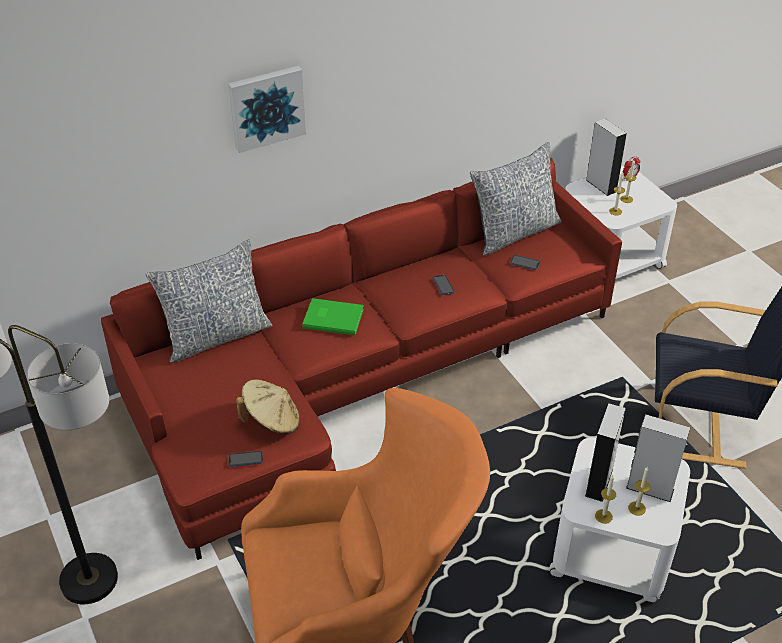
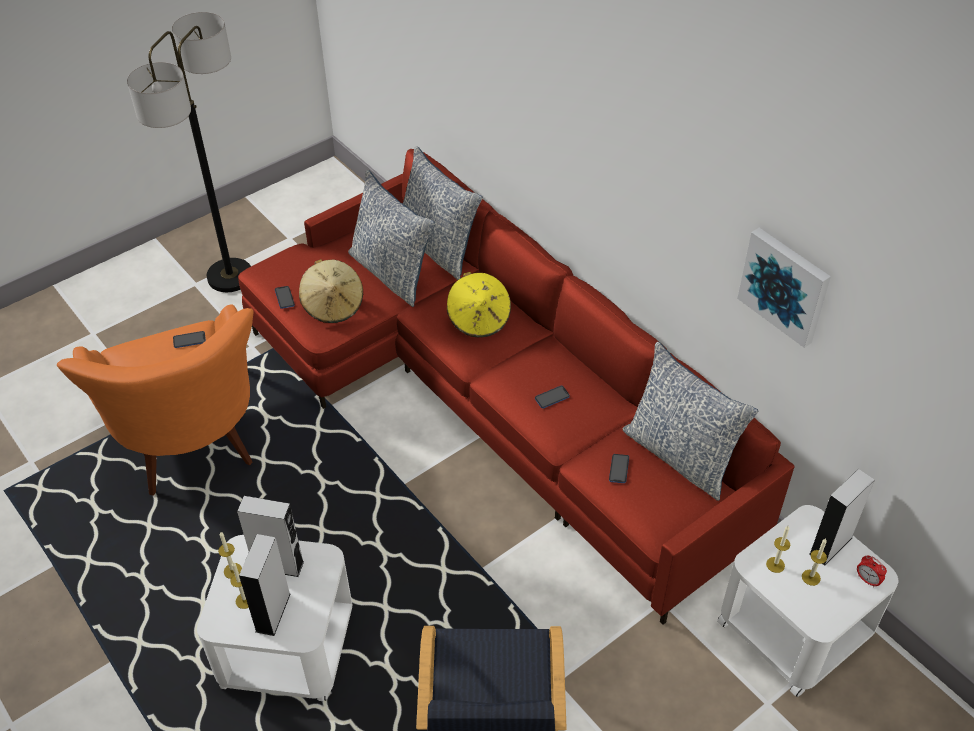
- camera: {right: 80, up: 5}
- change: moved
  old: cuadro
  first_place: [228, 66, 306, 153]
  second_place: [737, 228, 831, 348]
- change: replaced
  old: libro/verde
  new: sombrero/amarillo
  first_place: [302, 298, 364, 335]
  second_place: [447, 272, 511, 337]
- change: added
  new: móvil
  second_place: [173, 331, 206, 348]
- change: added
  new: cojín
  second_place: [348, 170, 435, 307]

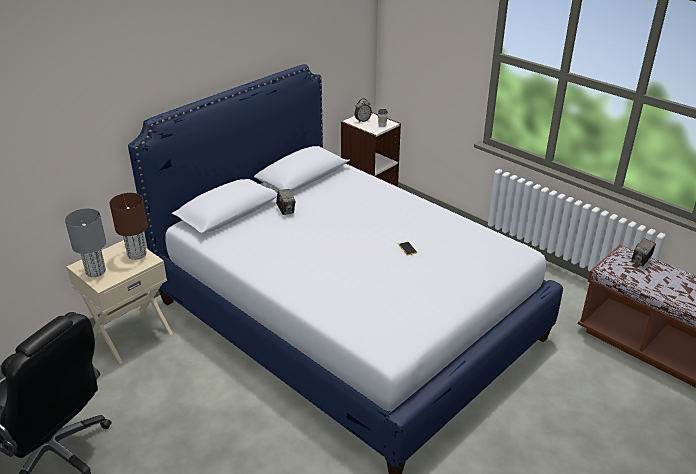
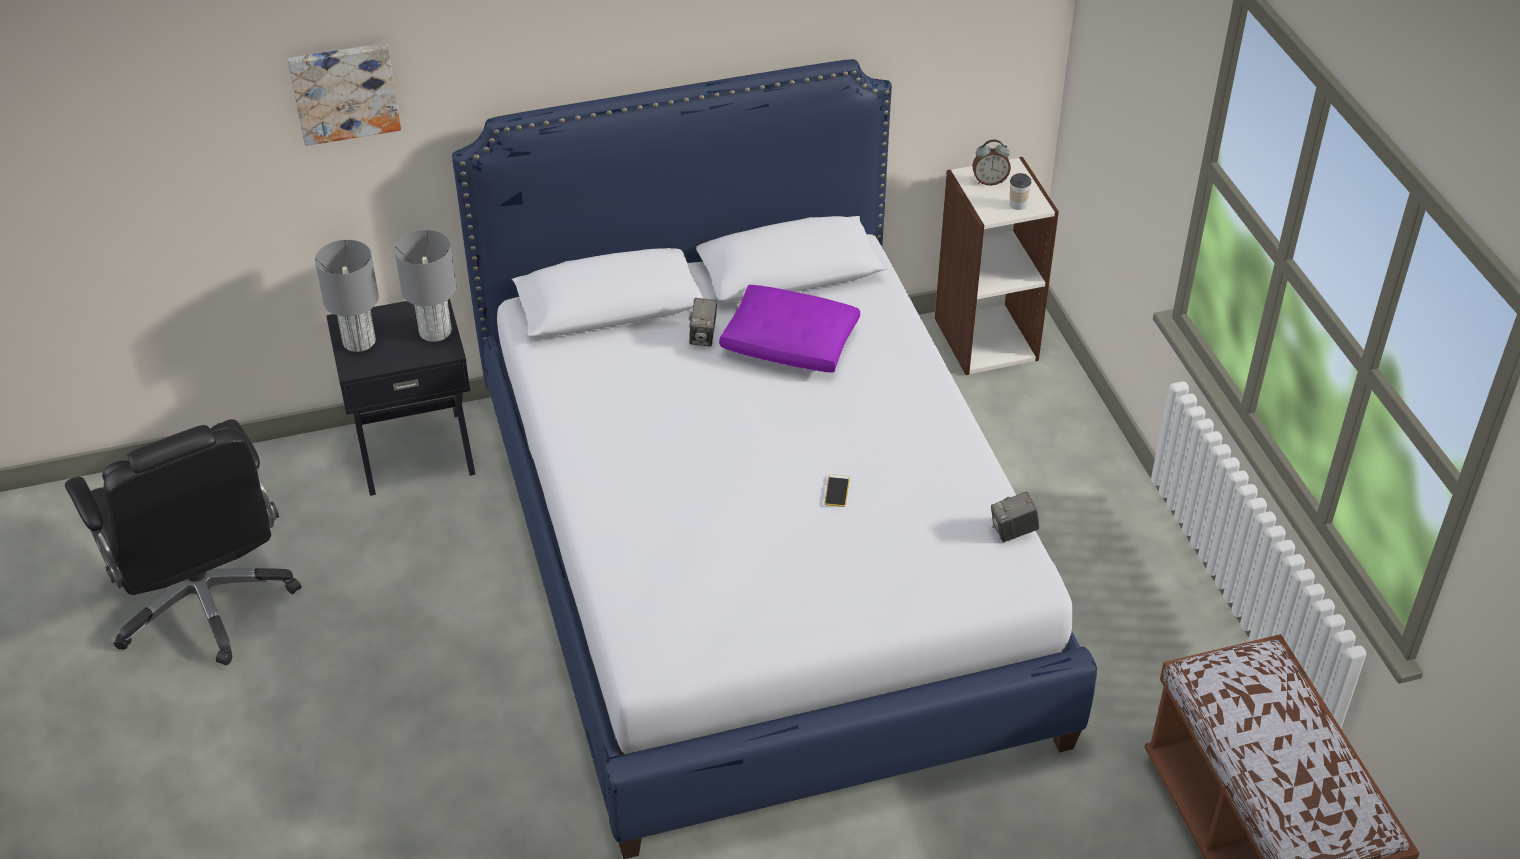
- camera: {right: 30, up: 10}
- change: recoloured
  old: mesita de noche/beis
  new: mesita de noche/negro
  first_place: [66, 240, 173, 364]
  second_place: [326, 299, 476, 496]
- change: recoloured
  old: lámpara de mesa/marrón
  new: lámpara de mesa/gris
  first_place: [109, 193, 148, 260]
  second_place: [394, 230, 456, 342]
- change: moved
  old: cámara
  first_place: [631, 238, 656, 267]
  second_place: [991, 491, 1039, 542]
- change: added
  new: cuadro
  second_place: [288, 43, 401, 146]
- change: added
  new: cojín/morado
  second_place: [719, 285, 860, 372]

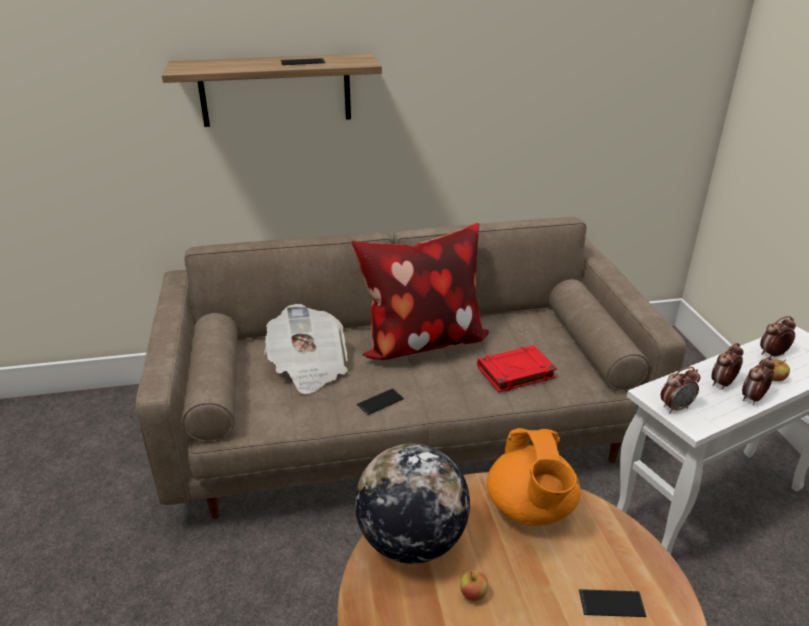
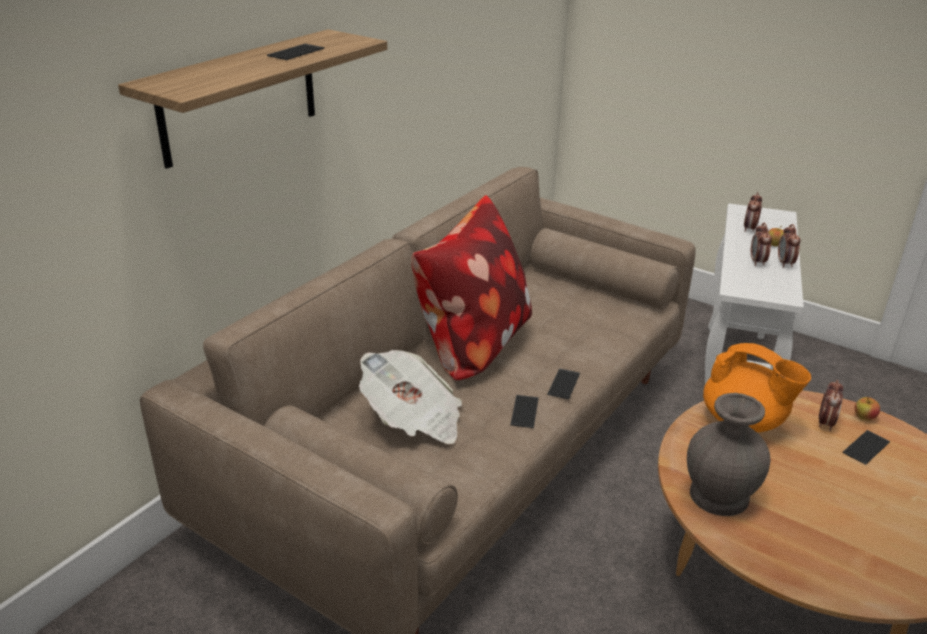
- camera: {right: -45, up: 0}
- change: replaced
  old: globo terráqueo
  new: florero/gris
  first_place: [355, 443, 470, 564]
  second_place: [687, 393, 771, 516]
- change: moved
  old: manzana
  first_place: [460, 571, 488, 601]
  second_place: [855, 397, 880, 421]
- change: removed
  old: libro/rojo
  first_place: [477, 345, 557, 392]
- change: moved
  old: despertador
  first_place: [660, 367, 700, 413]
  second_place: [819, 380, 843, 431]
- change: added
  new: móvil
  second_place: [547, 368, 580, 400]

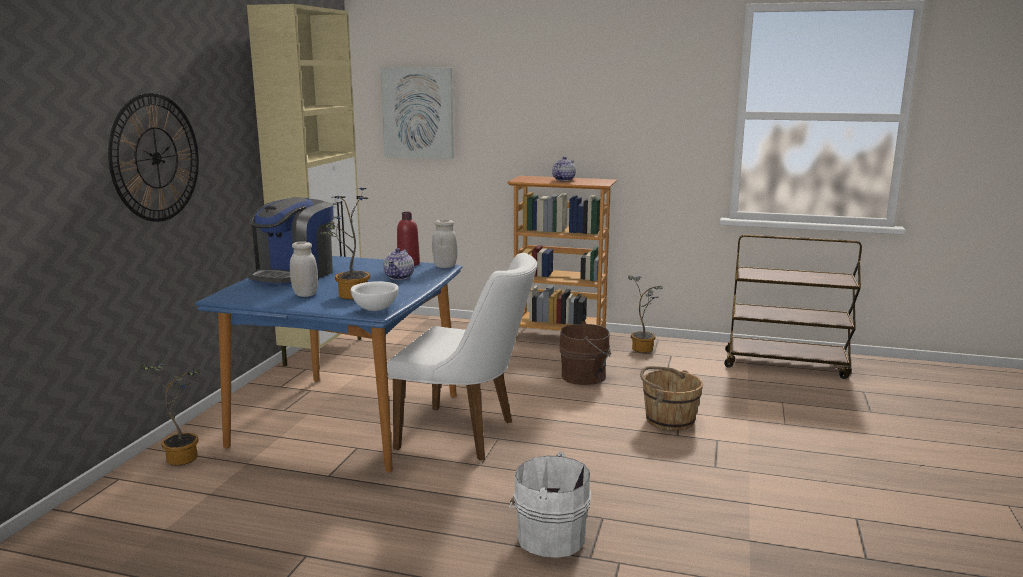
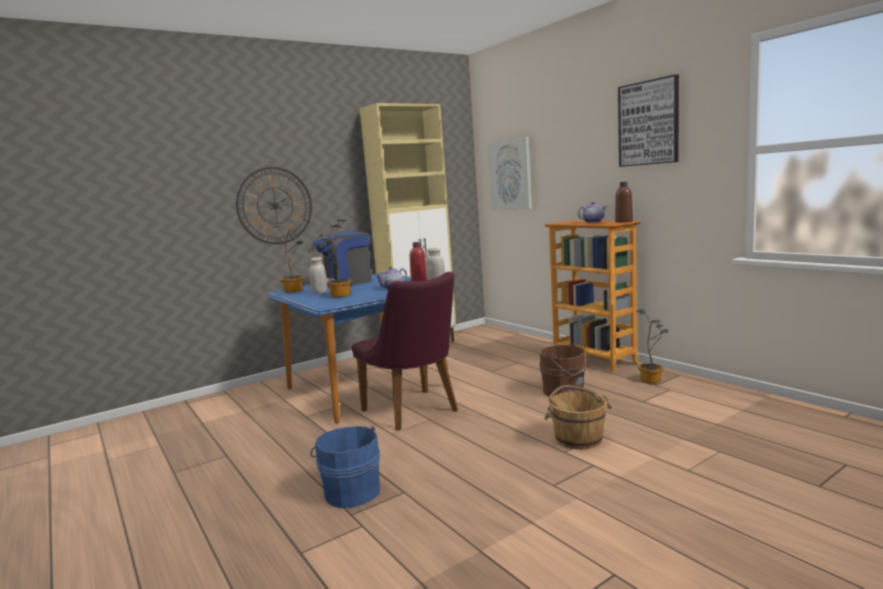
- camera: {right: 40, up: -5}
- change: moved
  old: planta en maceta
  first_place: [141, 363, 201, 465]
  second_place: [272, 222, 303, 293]
- change: removed
  old: cuenco/blanco
  first_place: [351, 281, 399, 311]
- change: recoloured
  old: silla/blanco
  new: silla/morado
  first_place: [387, 253, 537, 460]
  second_place: [351, 272, 458, 430]
- change: recoloured
  old: cubo/blanco
  new: cubo/azul
  first_place: [509, 452, 591, 558]
  second_place: [310, 426, 380, 508]
- change: removed
  old: carrito/marrón
  first_place: [724, 235, 862, 379]
- change: added
  new: botella/marrón
  second_place: [615, 182, 633, 223]
- change: added
  new: cuadro
  second_place: [618, 74, 679, 167]

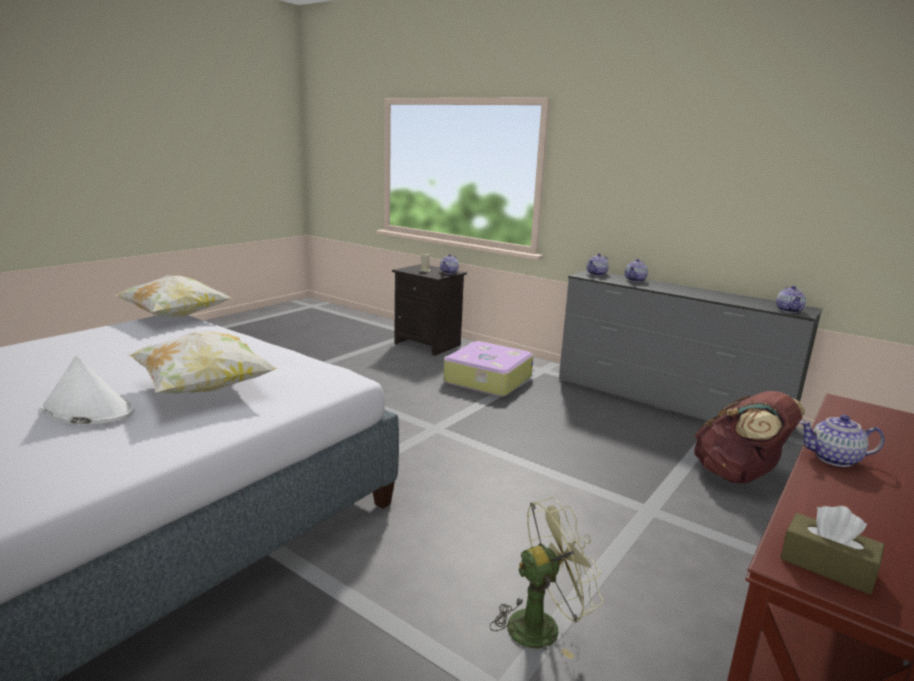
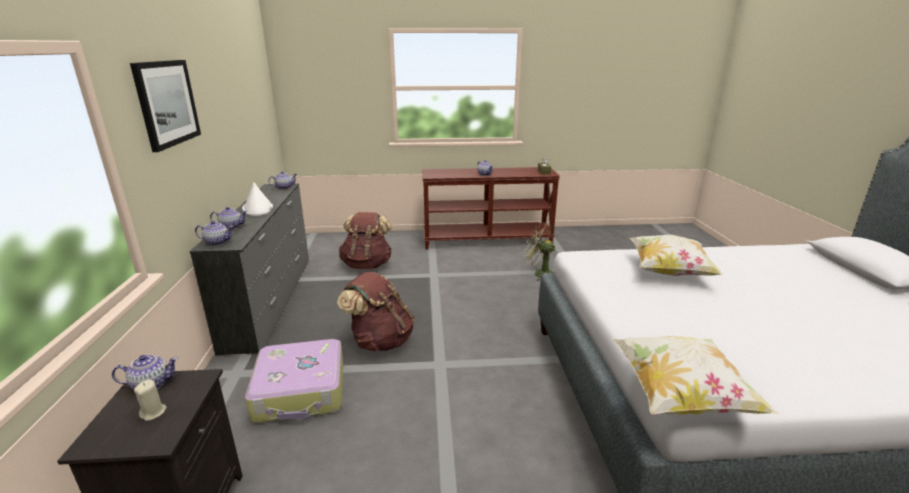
- camera: {right: -130, up: 5}
- change: moved
  old: sombrero/blanco
  first_place: [40, 356, 135, 425]
  second_place: [242, 183, 273, 216]
- change: added
  new: cuadro
  second_place: [130, 60, 201, 152]
- change: added
  new: mochila/marrón
  second_place: [337, 272, 415, 351]

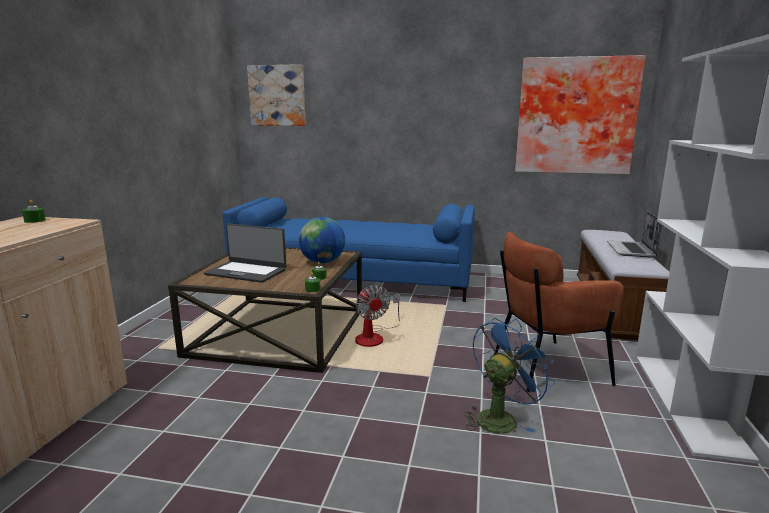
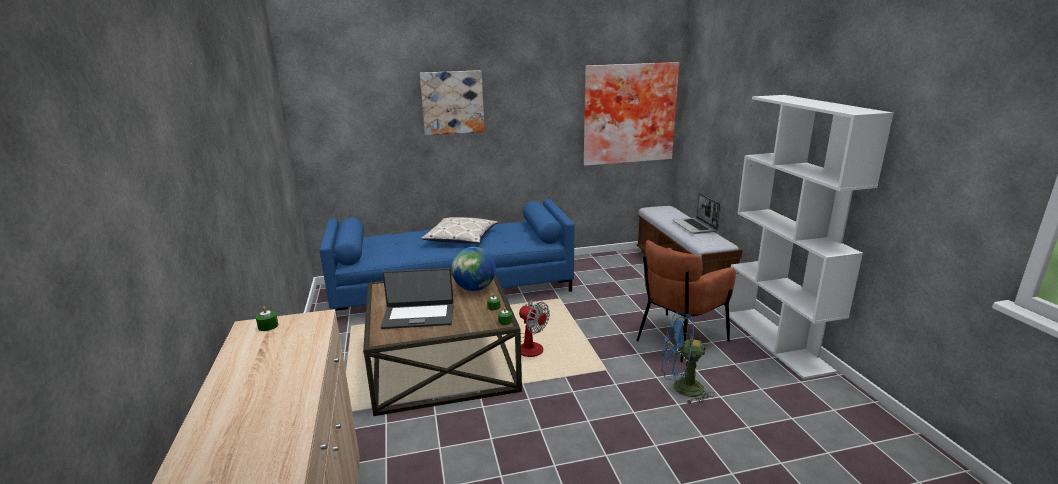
- camera: {right: -25, up: 5}
- change: moved
  old: cuadro
  first_place: [247, 64, 306, 126]
  second_place: [420, 70, 485, 135]
- change: turned
  old: ventilador/azul
  first_place: [464, 318, 555, 434]
  second_place: [662, 313, 715, 404]
  degrees: -105
- change: added
  new: cojín
  second_place: [421, 217, 498, 244]

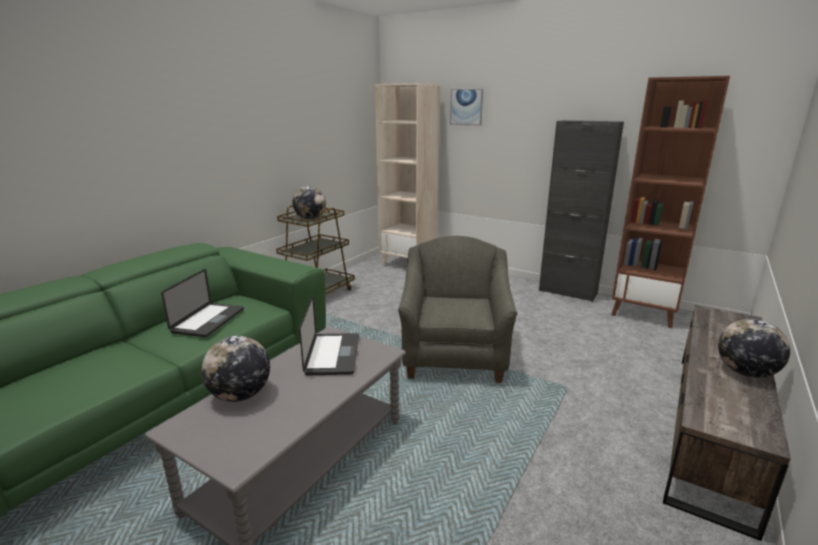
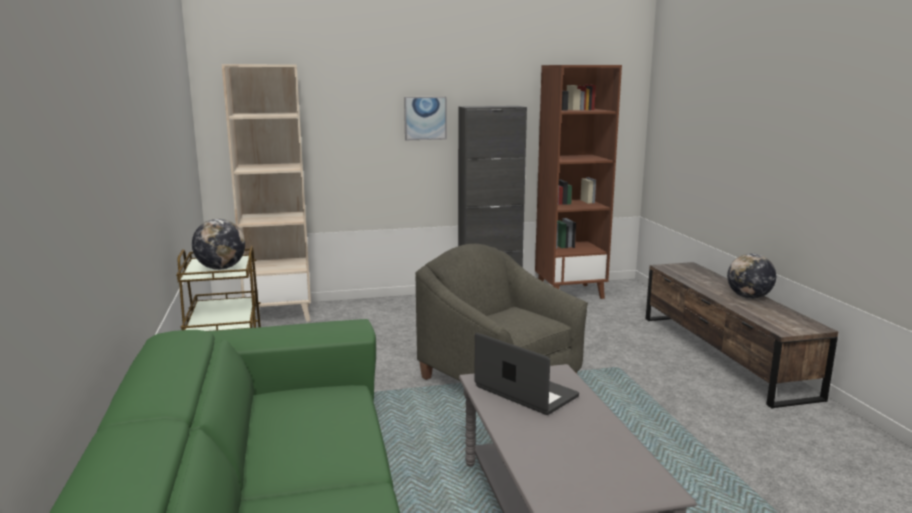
- camera: {right: -45, up: -5}
- change: removed
  old: portátil
  first_place: [161, 269, 244, 337]
- change: removed
  old: globo terráqueo
  first_place: [201, 336, 270, 402]
- change: moved
  old: cuadro
  first_place: [450, 89, 483, 126]
  second_place: [404, 97, 447, 140]

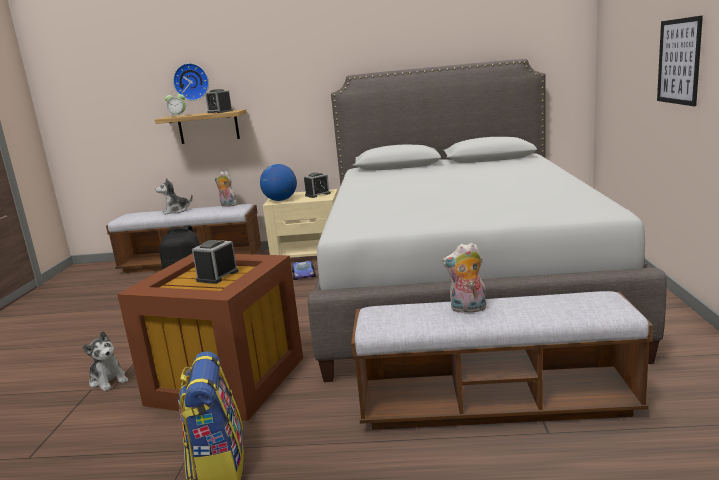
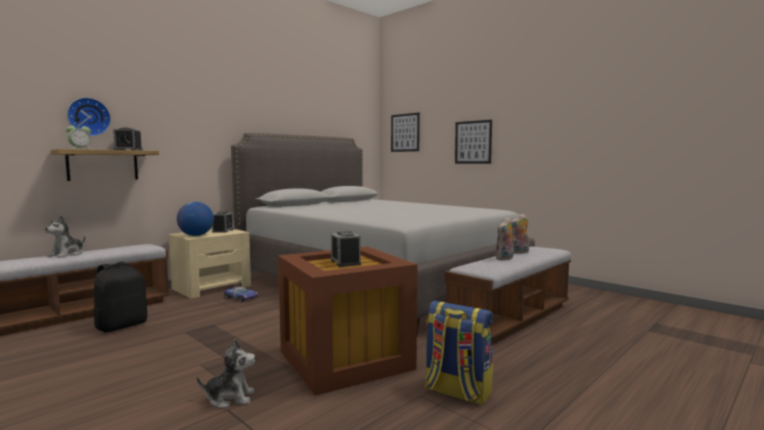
- camera: {right: -50, up: -10}
- change: moved
  old: peluche
  first_place: [215, 171, 237, 207]
  second_place: [511, 213, 529, 254]
- change: added
  new: cuadro
  second_place: [391, 113, 420, 152]

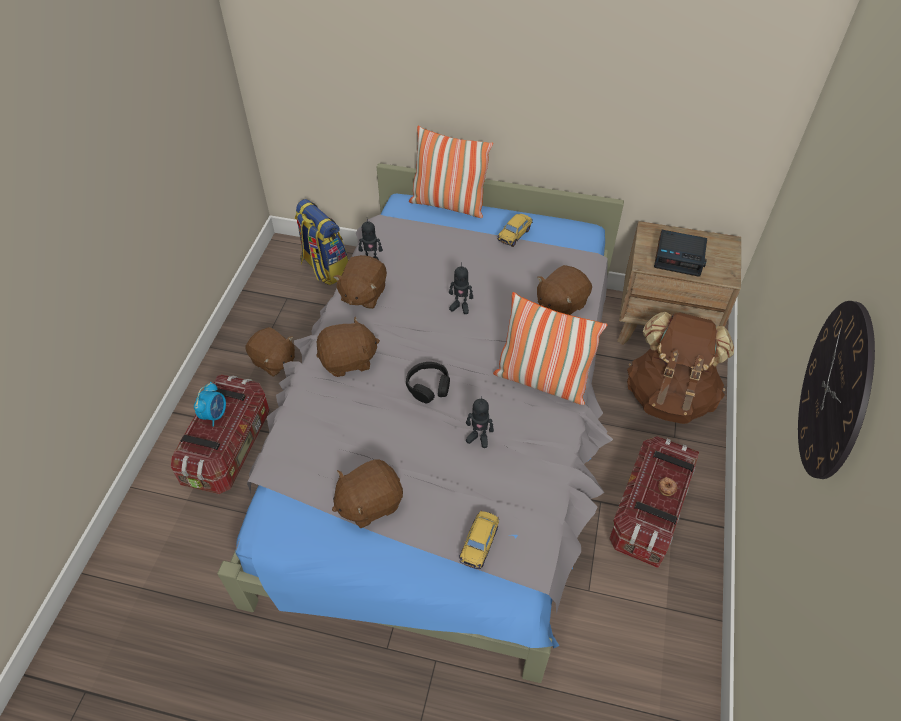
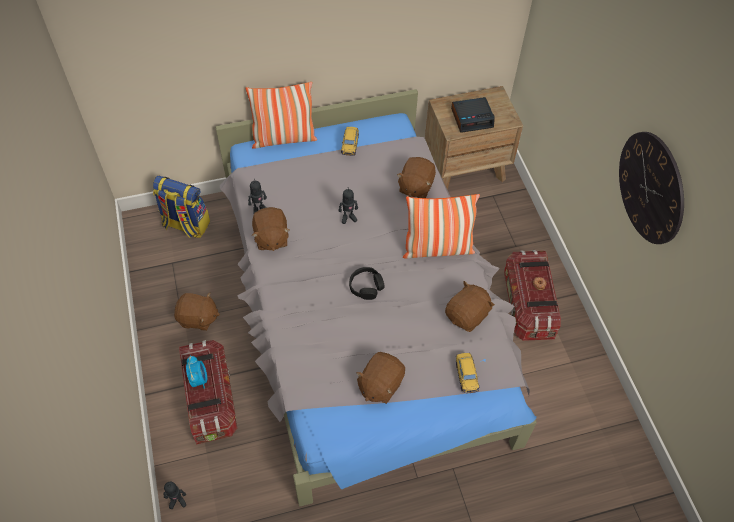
- camera: {right: -30, up: 5}
- change: moved
  old: peluche/marrón
  first_place: [317, 316, 380, 377]
  second_place: [445, 281, 495, 332]
- change: moved
  old: robot de juguete
  first_place: [466, 396, 494, 448]
  second_place: [163, 482, 186, 509]
- change: removed
  old: mochila/marrón
  first_place: [627, 312, 734, 424]

